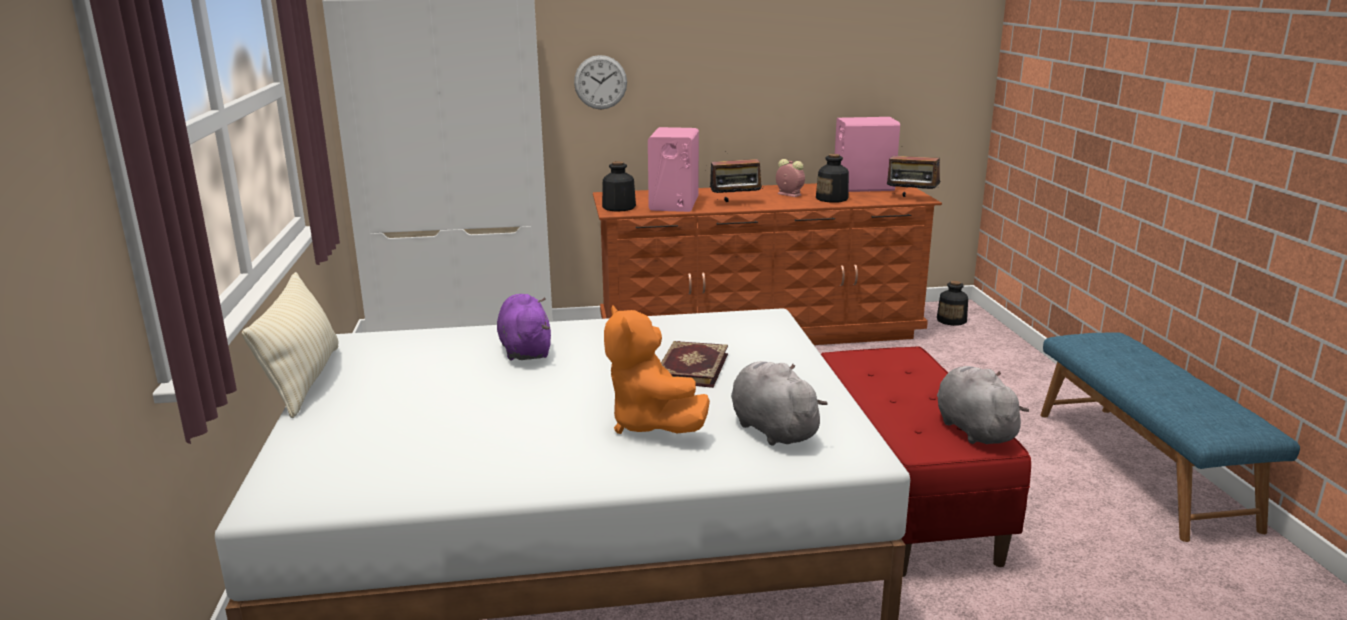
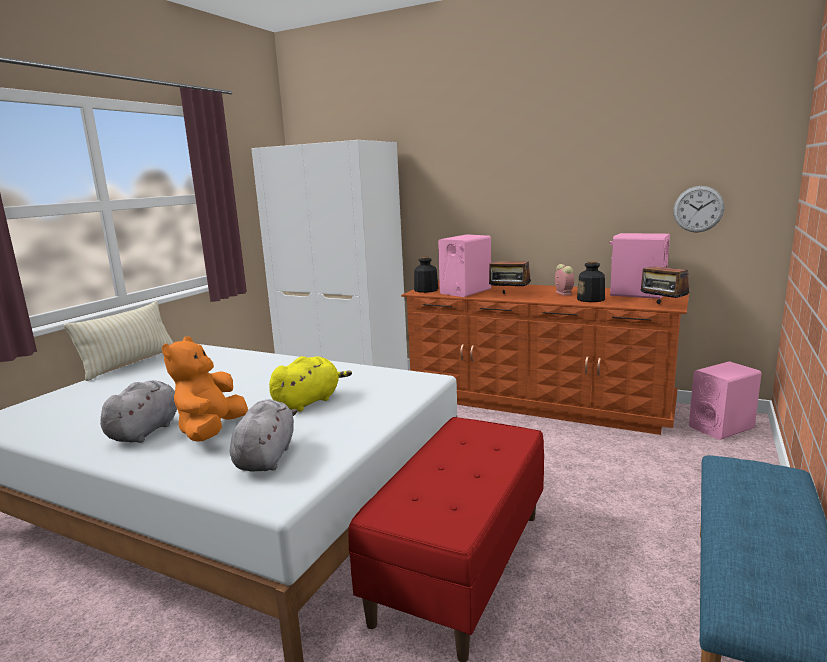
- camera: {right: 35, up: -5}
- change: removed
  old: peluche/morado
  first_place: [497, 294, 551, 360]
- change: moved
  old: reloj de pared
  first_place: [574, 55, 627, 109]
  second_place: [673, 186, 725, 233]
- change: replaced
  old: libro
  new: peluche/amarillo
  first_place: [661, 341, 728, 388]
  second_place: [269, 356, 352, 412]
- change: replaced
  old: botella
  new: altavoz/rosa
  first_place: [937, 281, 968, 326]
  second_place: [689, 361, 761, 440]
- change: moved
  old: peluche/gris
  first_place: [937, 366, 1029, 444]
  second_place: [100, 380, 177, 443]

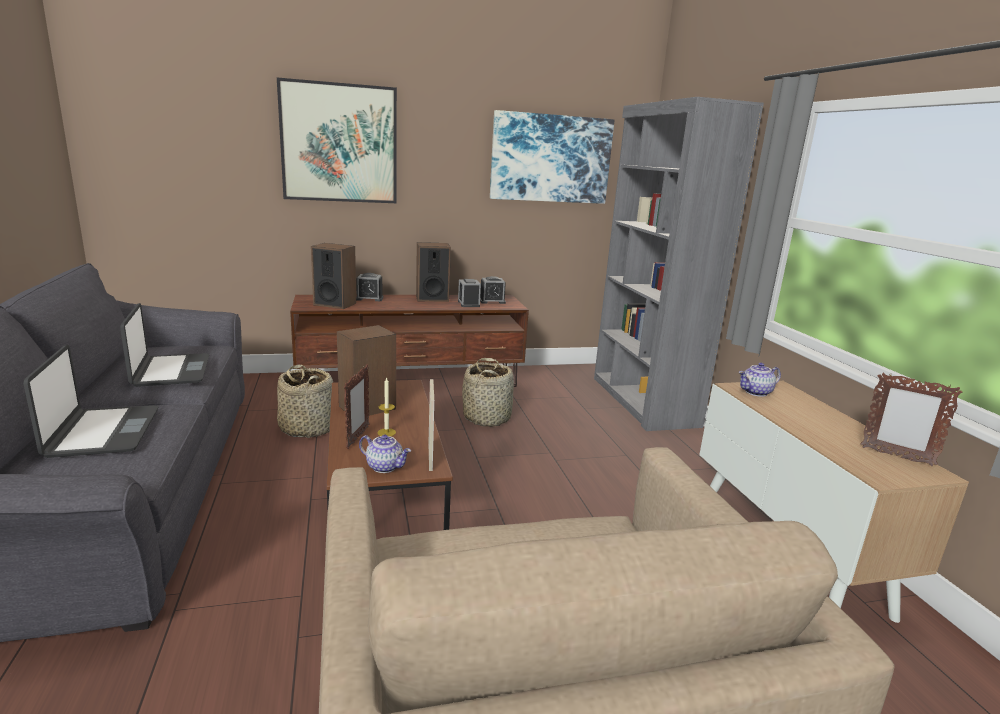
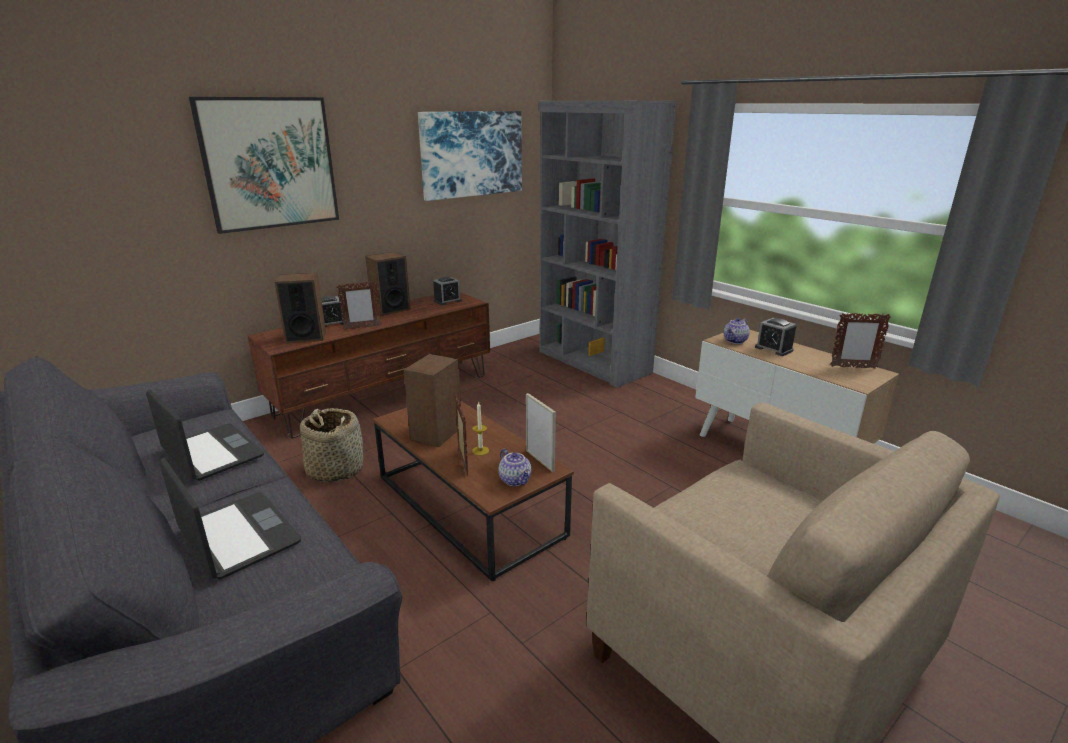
- camera: {right: -25, up: 5}
- change: turned
  old: tetera
  first_place: [359, 435, 411, 473]
  second_place: [499, 448, 531, 486]
  degrees: 60
- change: moved
  old: despertador
  first_place: [458, 279, 481, 307]
  second_place: [755, 318, 796, 356]
- change: removed
  old: cesta
  first_place: [462, 358, 514, 427]
- change: added
  new: portarretratos
  second_place: [337, 281, 381, 330]

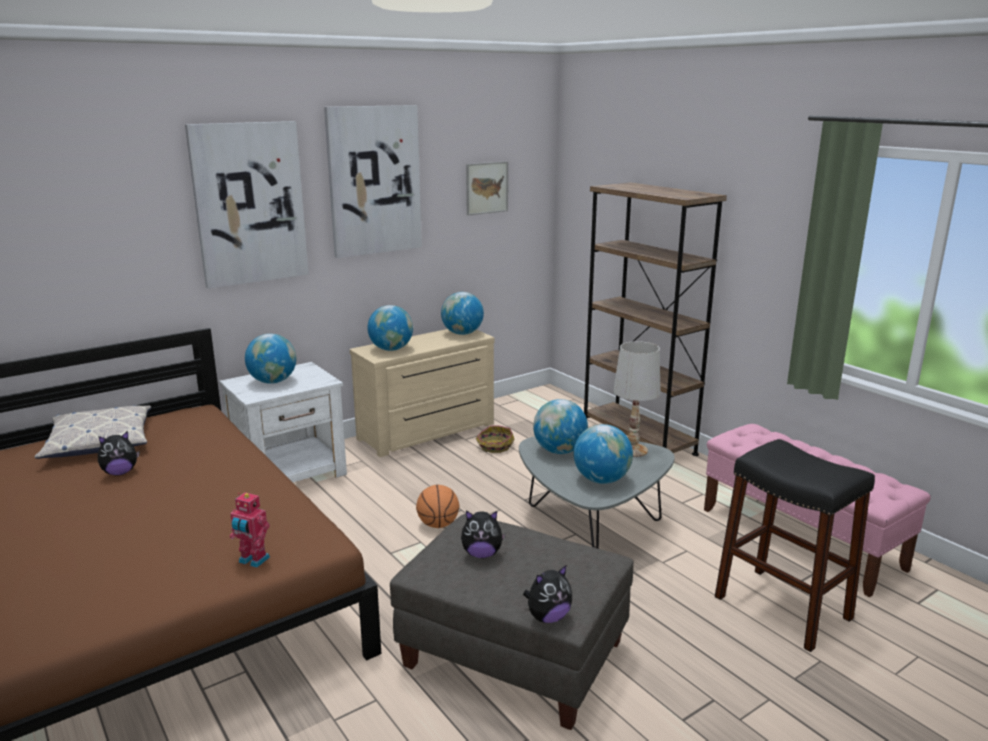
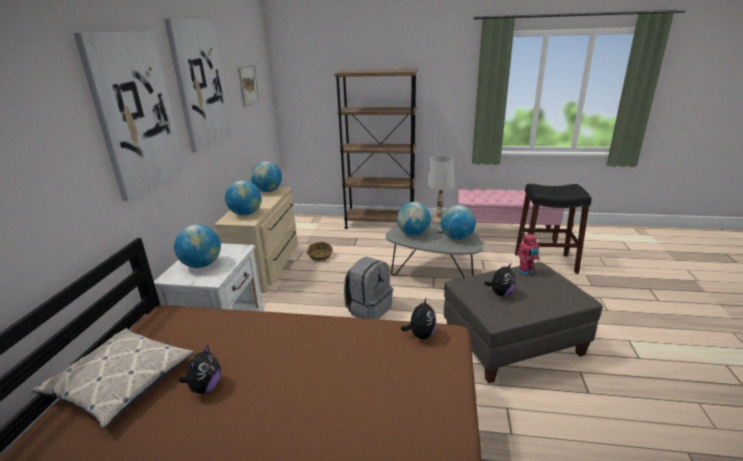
- camera: {right: -45, up: 5}
- change: moved
  old: robot de juguete
  first_place: [230, 493, 270, 568]
  second_place: [517, 234, 540, 276]
- change: replaced
  old: balón de baloncesto
  new: mochila/gris
  first_place: [416, 485, 460, 528]
  second_place: [344, 257, 393, 319]
- change: moved
  old: peluche
  first_place: [523, 565, 572, 623]
  second_place: [401, 298, 436, 339]

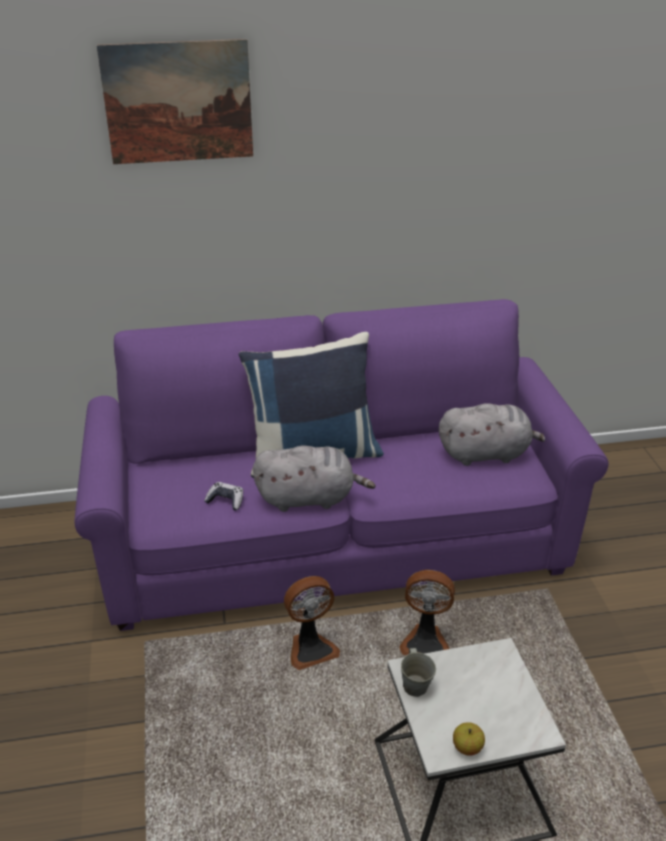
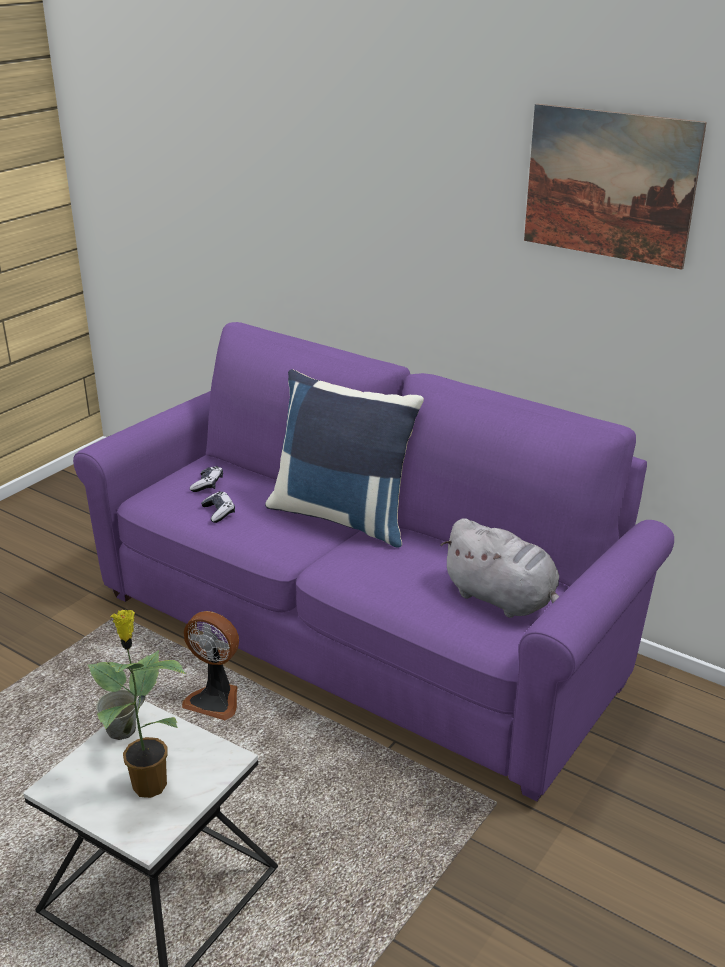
- camera: {right: 45, up: -5}
- change: moved
  old: cuadro
  first_place: [97, 39, 253, 164]
  second_place: [524, 104, 707, 270]
- change: removed
  old: peluche/gris
  first_place: [253, 445, 376, 512]
- change: removed
  old: ventilador
  first_place: [400, 570, 455, 655]
- change: removed
  old: manzana
  first_place: [453, 722, 485, 756]
- change: added
  new: planta en maceta
  second_place: [88, 609, 186, 798]
- change: added
  new: mando de consola
  second_place: [190, 466, 223, 492]

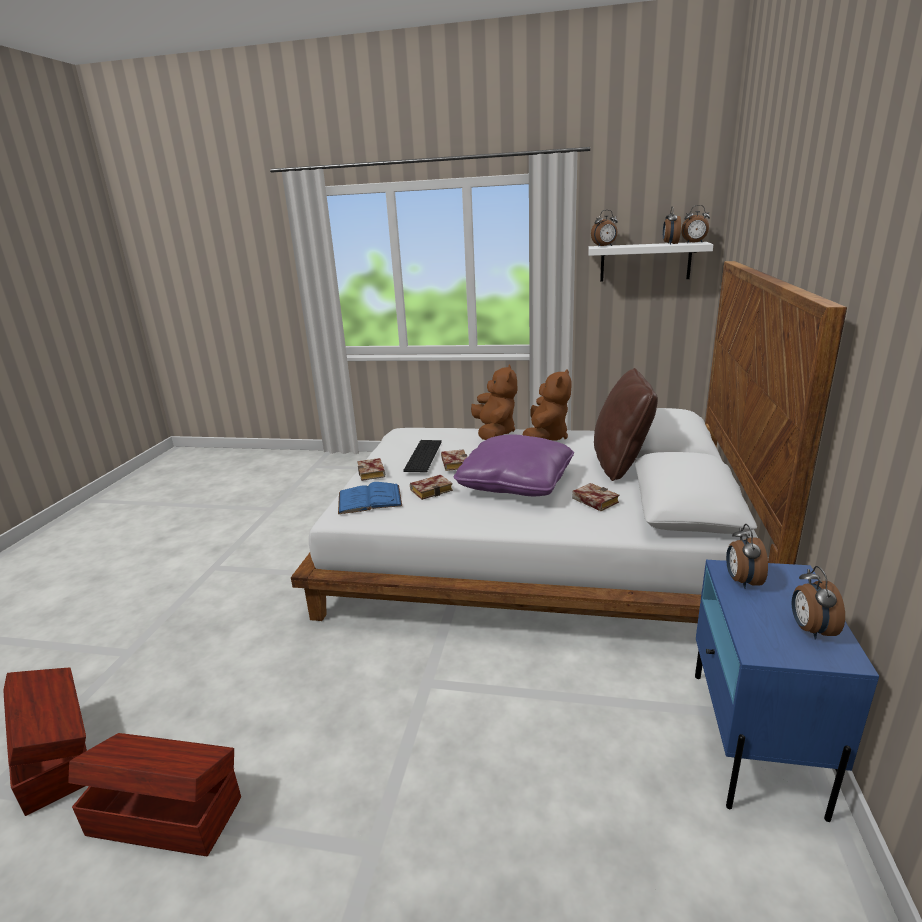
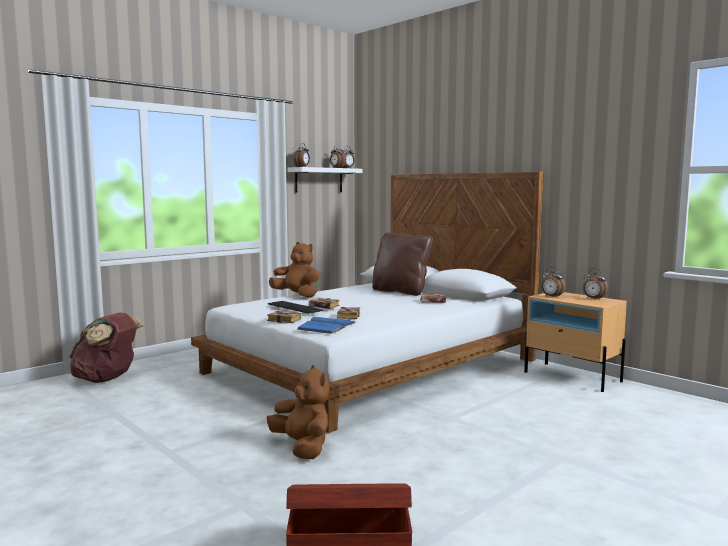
- camera: {right: -55, up: -15}
- change: removed
  old: caja de almacenaje/marrón
  first_place: [68, 733, 241, 856]
- change: removed
  old: cojín/morado
  first_place: [454, 435, 574, 496]
- change: moved
  old: peluche/marrón
  first_place: [523, 369, 571, 440]
  second_place: [267, 365, 329, 459]
- change: recoloured
  old: mesita de noche/azul
  new: mesita de noche/beis
  first_place: [695, 560, 879, 822]
  second_place: [524, 292, 627, 392]
- change: added
  new: mochila/marrón
  second_place: [70, 312, 143, 383]

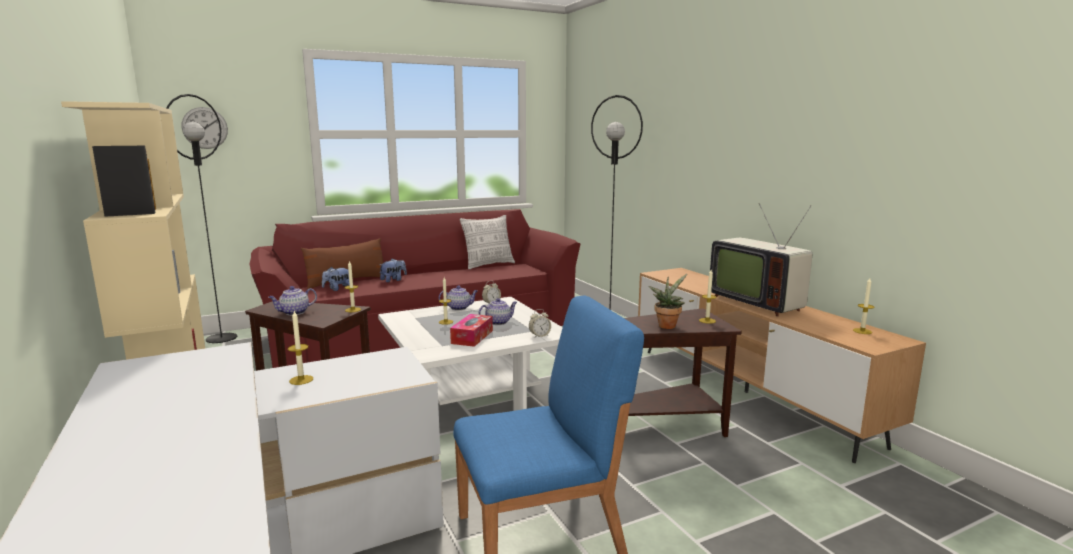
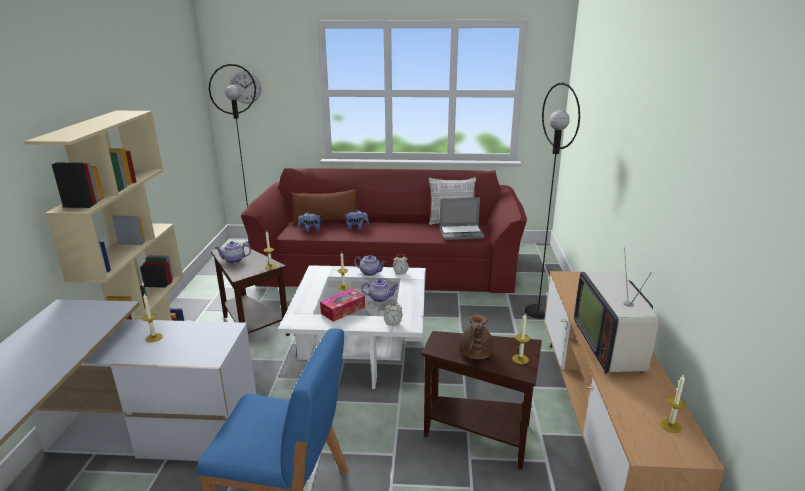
- camera: {right: 30, up: 10}
- change: replaced
  old: planta en maceta
  new: tetera/marrón
  first_place: [648, 274, 687, 329]
  second_place: [459, 315, 494, 359]
- change: added
  new: portátil
  second_place: [440, 197, 485, 240]

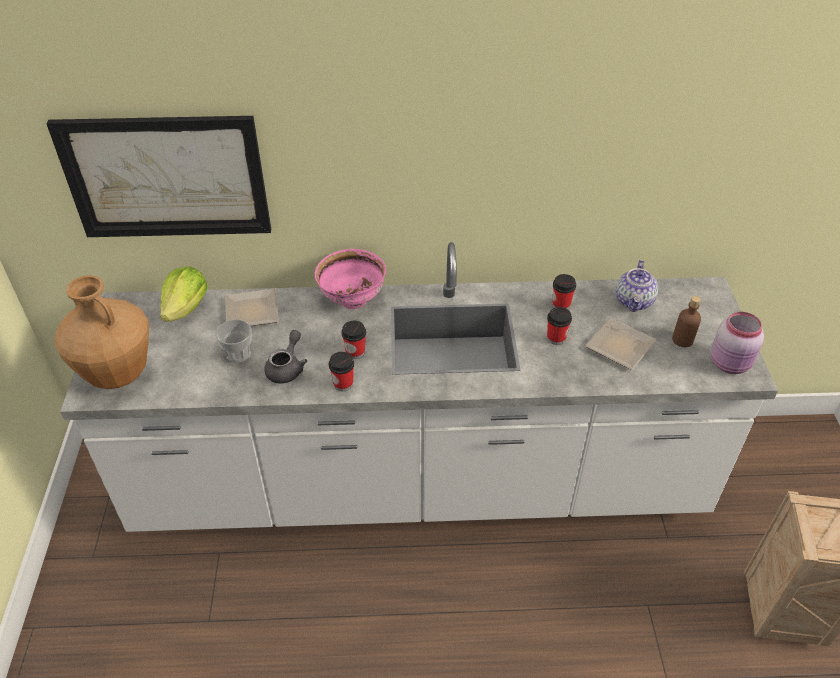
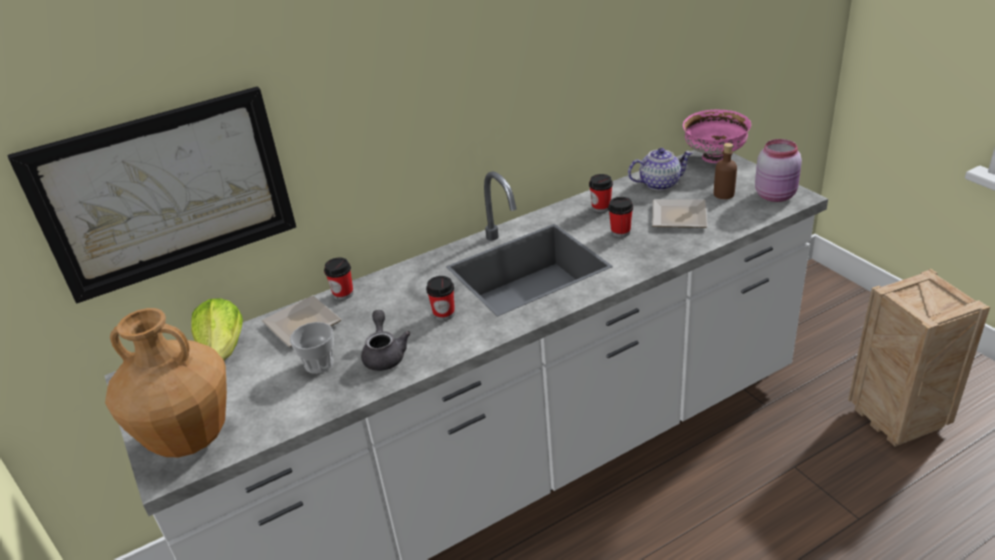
- camera: {right: -25, up: -10}
- change: moved
  old: cuenco/rosa
  first_place: [315, 249, 386, 309]
  second_place: [683, 110, 751, 163]
- change: moved
  old: taza
  first_place: [329, 352, 354, 391]
  second_place: [324, 258, 353, 300]
- change: turned
  old: tetera
  first_place: [616, 260, 658, 312]
  second_place: [628, 148, 693, 191]
  degrees: -90

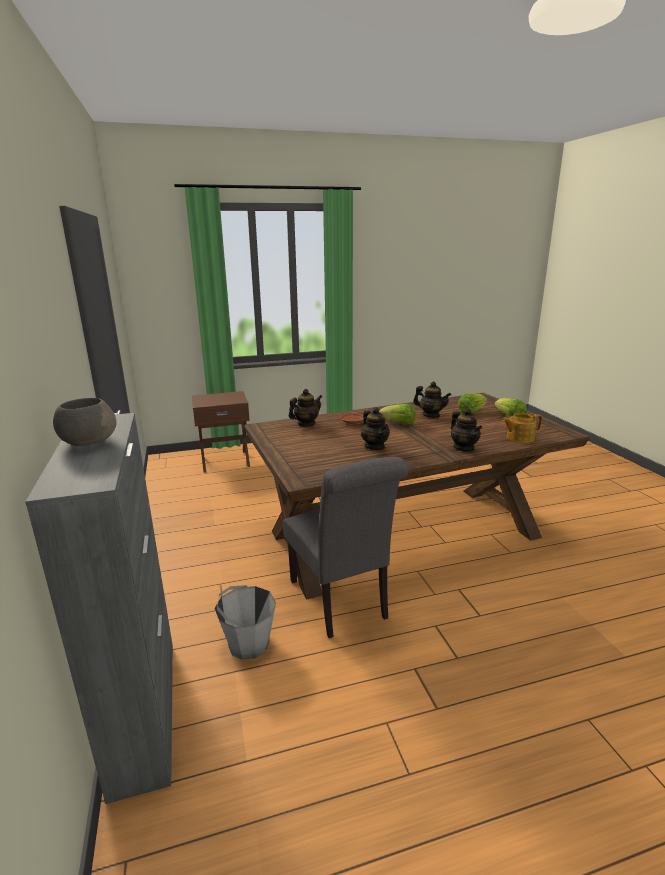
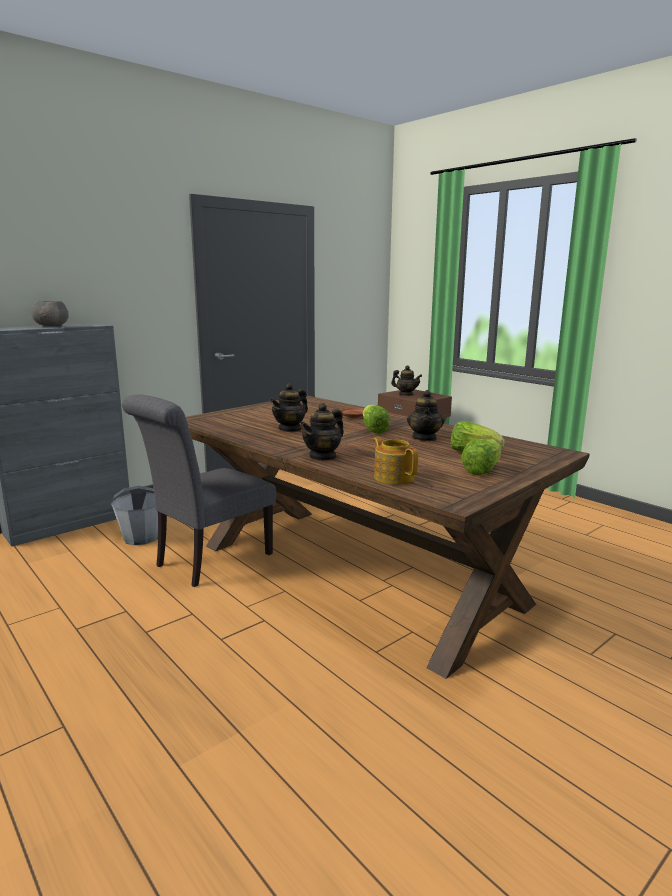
- camera: {right: 65, up: -5}
- change: moved
  old: tetera
  first_place: [289, 389, 322, 426]
  second_place: [391, 366, 422, 396]

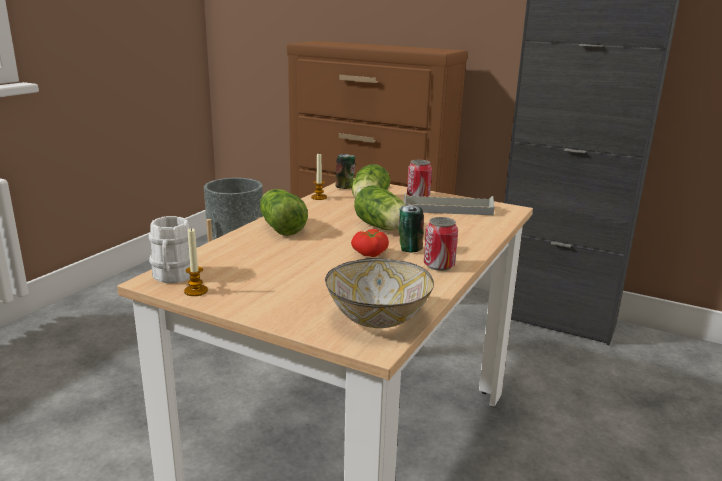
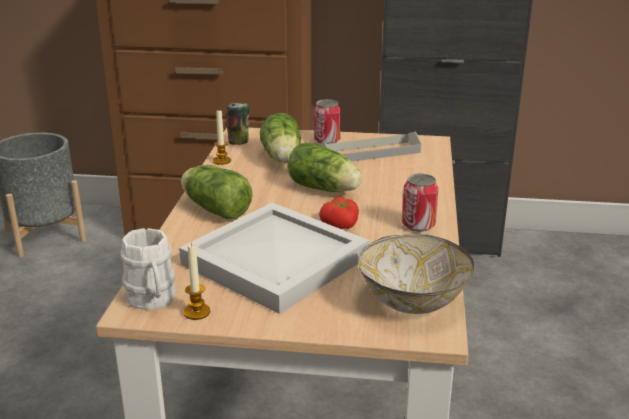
- camera: {right: -20, up: 5}
- change: removed
  old: lata
  first_place: [398, 205, 424, 252]
- change: added
  new: bandeja/blanco
  second_place: [179, 203, 369, 314]

